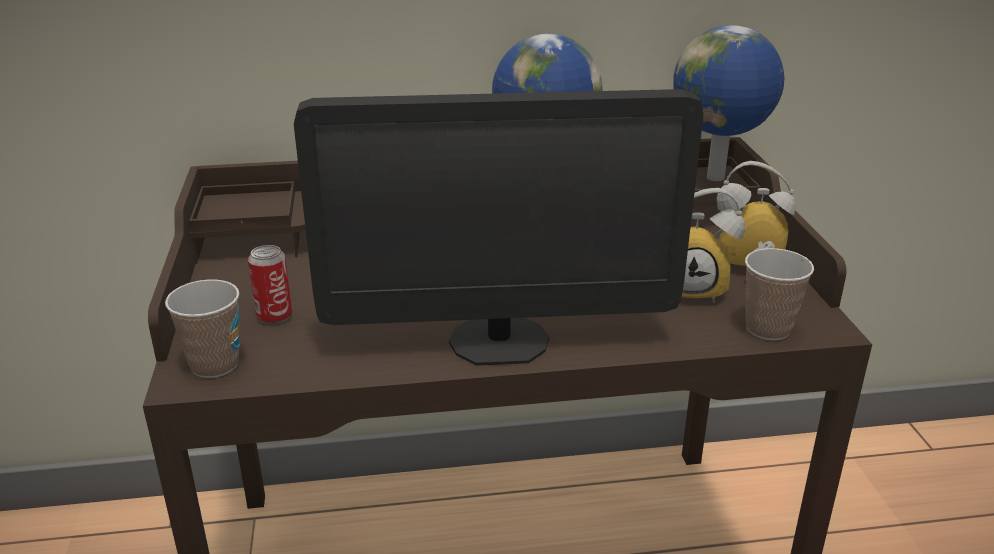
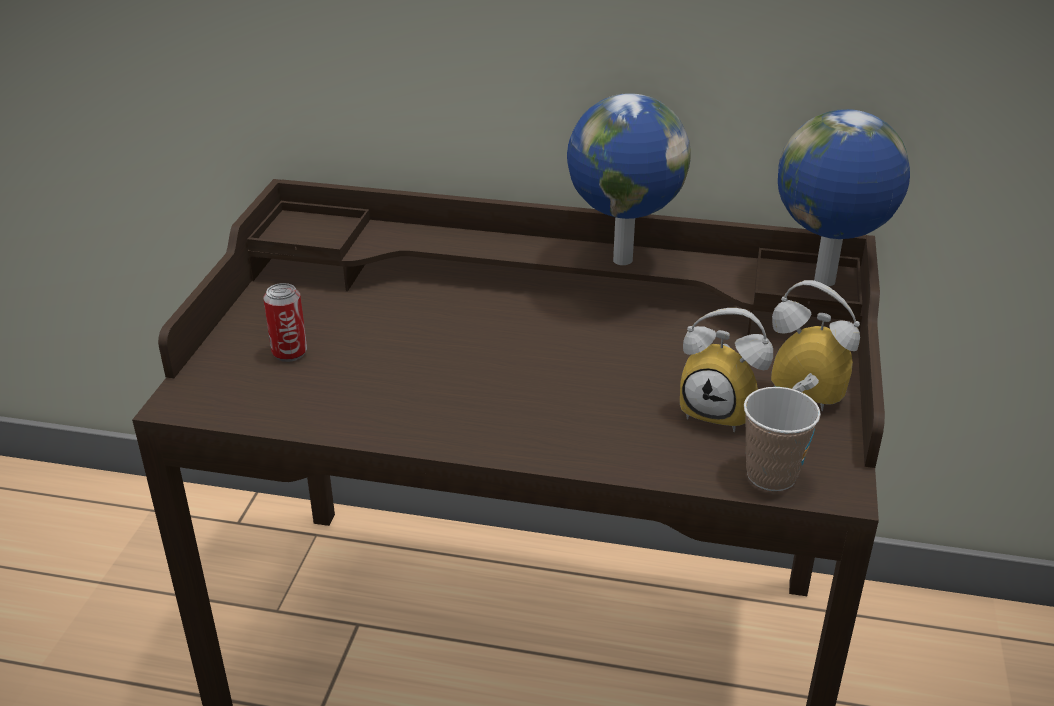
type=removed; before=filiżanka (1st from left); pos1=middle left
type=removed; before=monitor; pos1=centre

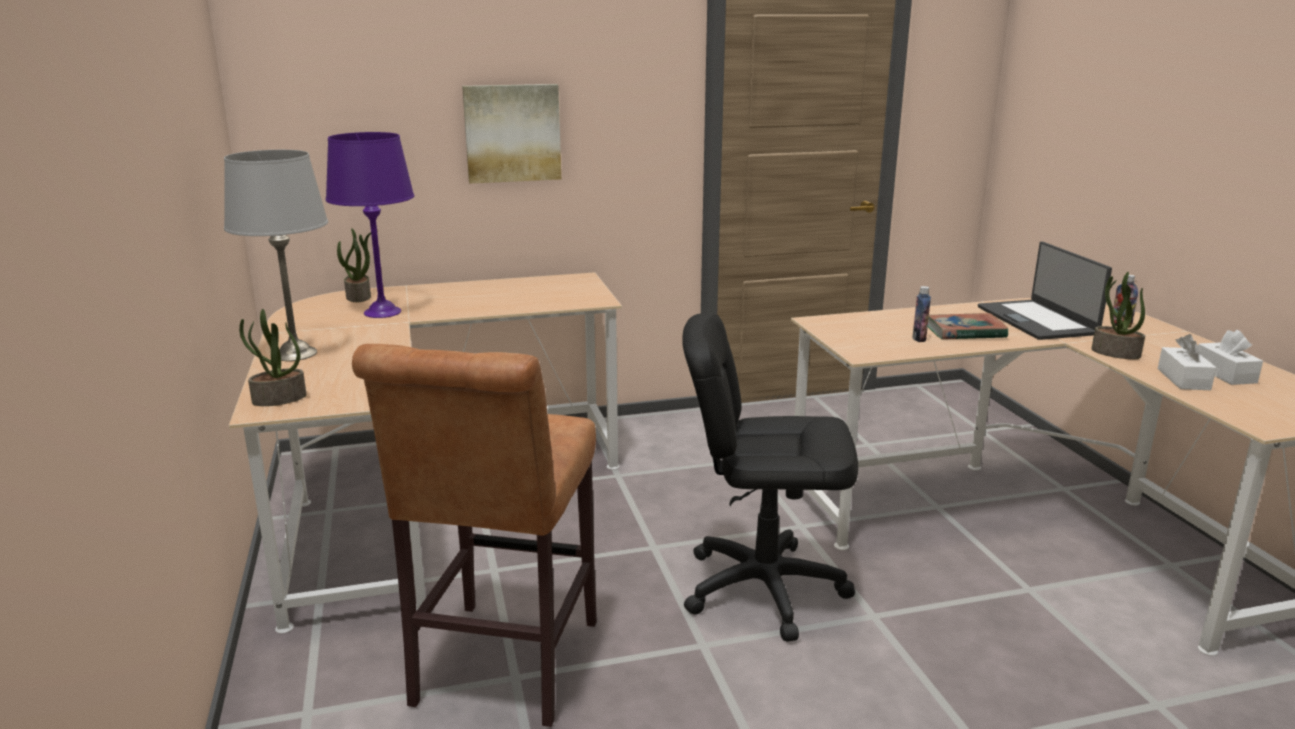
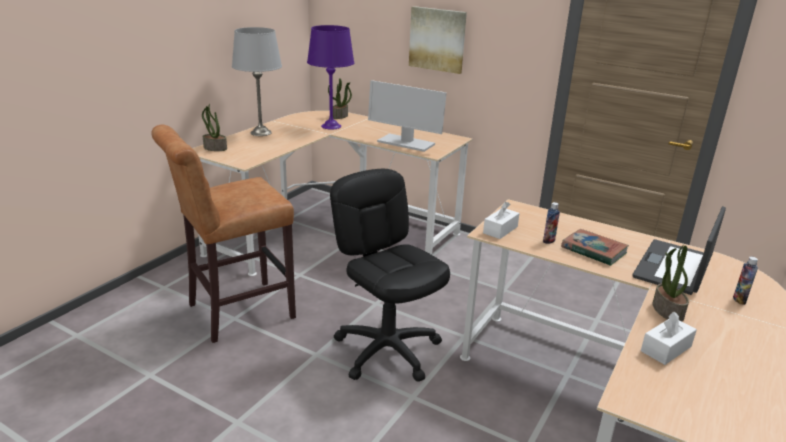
type=moved; before=pudełko chusteczek [biały] (2nd from left in the first image); after=pudełko chusteczek [biały] (1st from left); pos1=middle right; pos2=centre
type=added; after=monitor; pos2=top centre

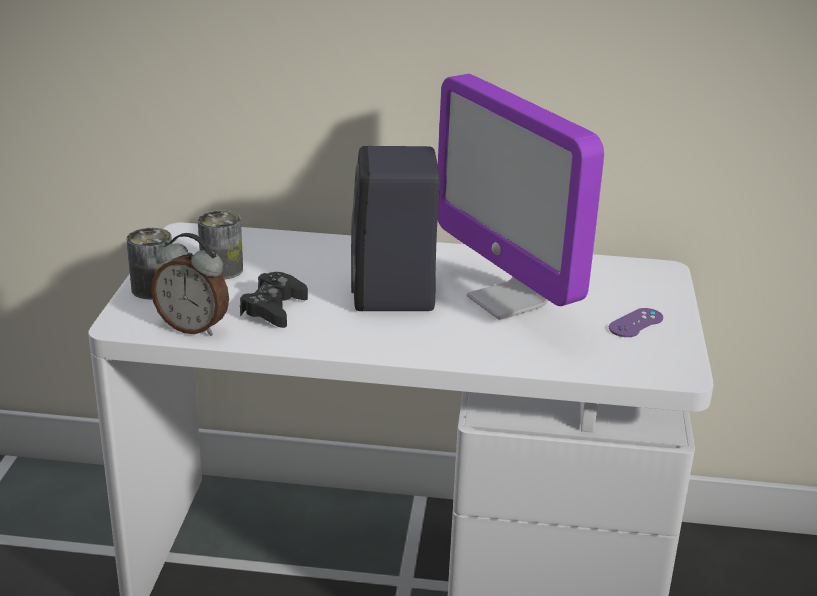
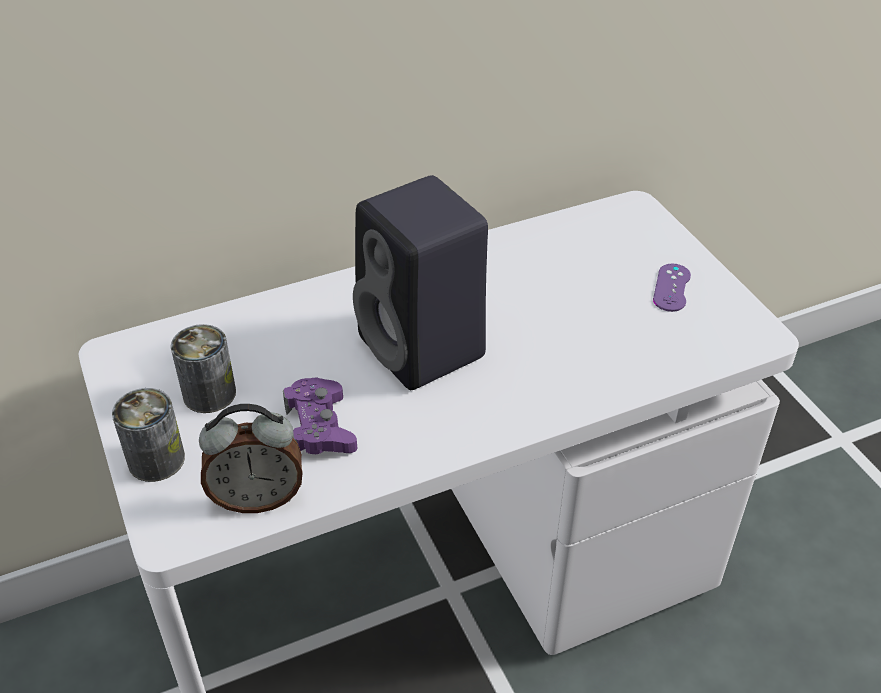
type=recoloured; before=pad do gier [czarny]; after=pad do gier [fioletowy] (1st from left); pos1=centre; pos2=centre
type=removed; before=monitor; pos1=top centre

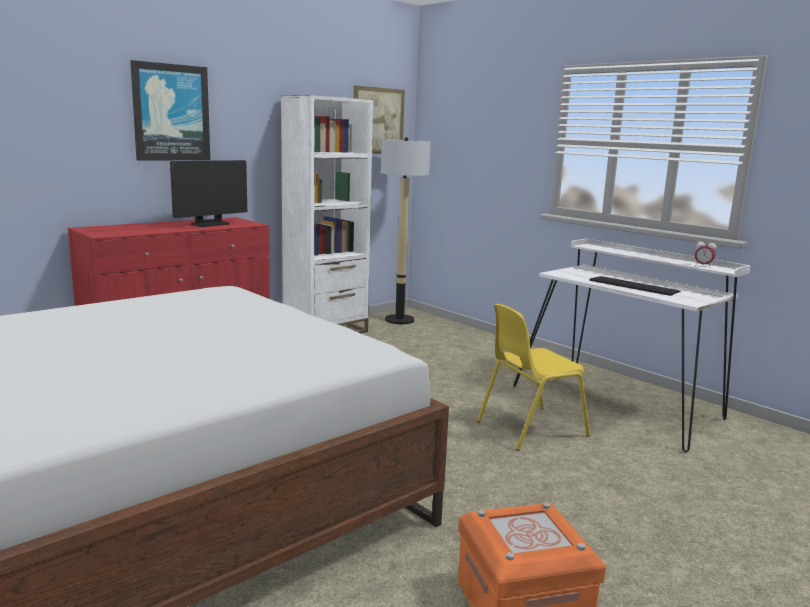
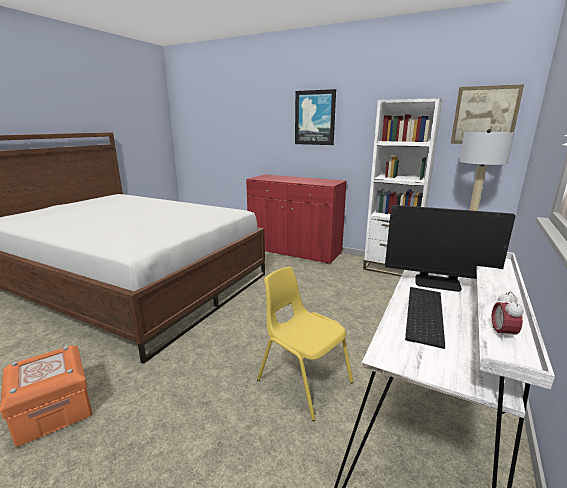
type=moved; before=monitor; pos1=top left; pos2=middle right

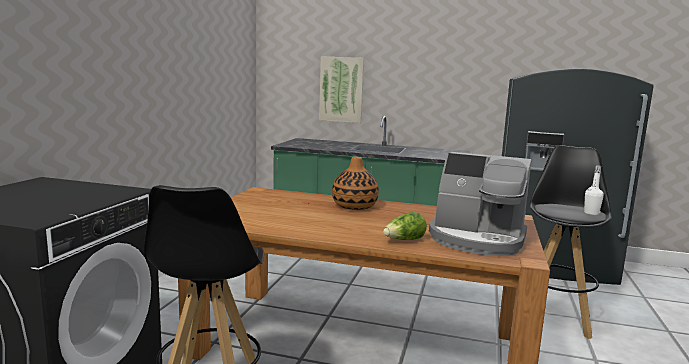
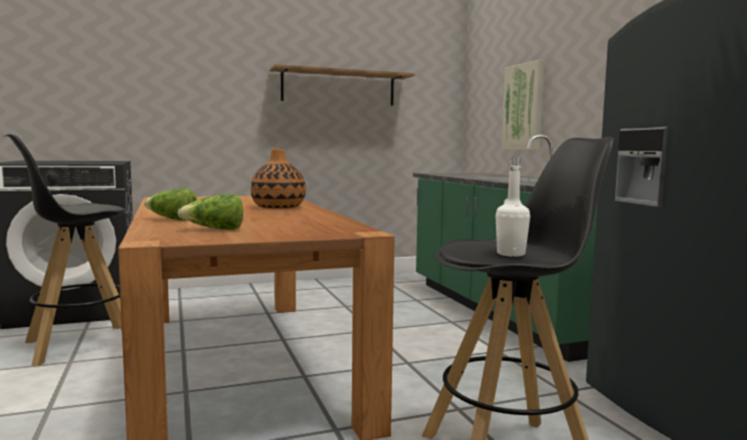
type=replaced; before=ekspres do kawy; after=sałata (2nd from left); pos1=middle right; pos2=middle left
type=added; after=półka; pos2=top centre

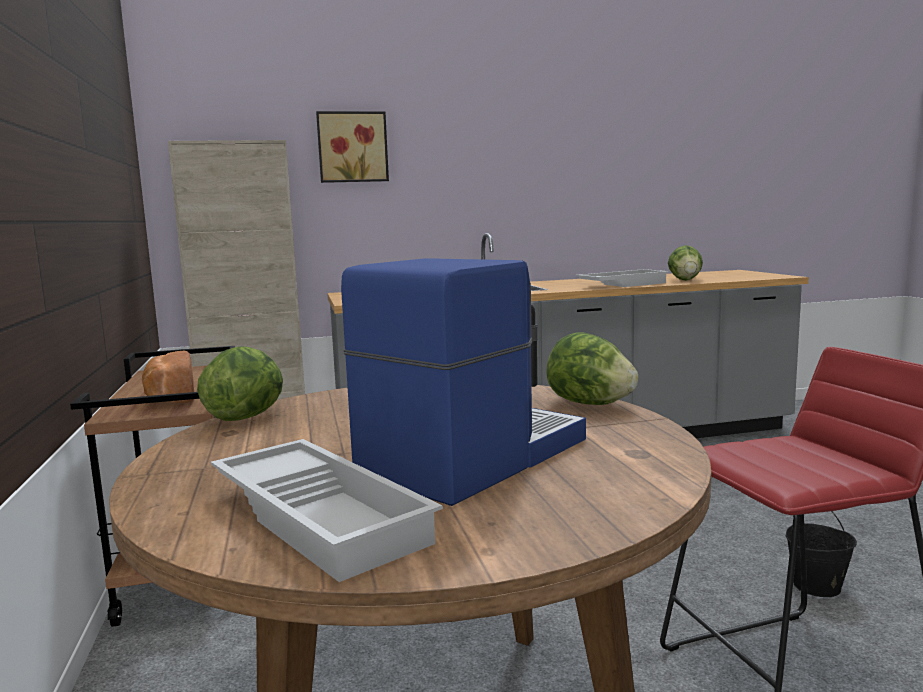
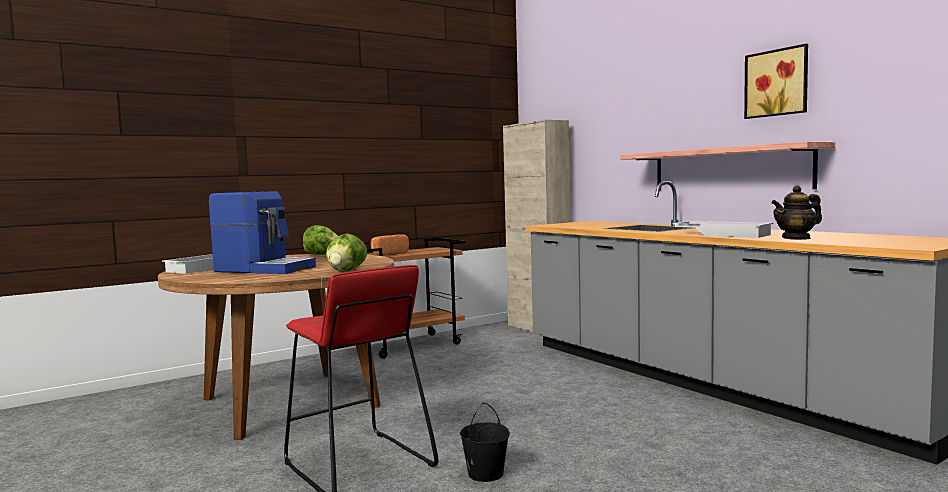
type=moved; before=obraz; pos1=top centre; pos2=top right
type=replaced; before=sałata (3rd from left); after=imbryk; pos1=middle right; pos2=middle right
type=added; after=półka; pos2=middle right

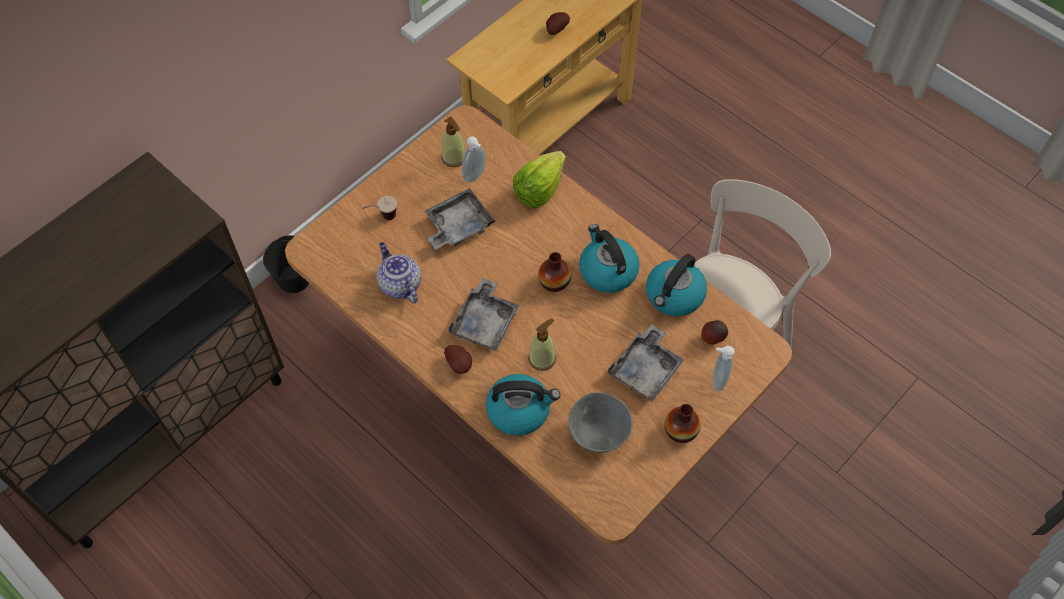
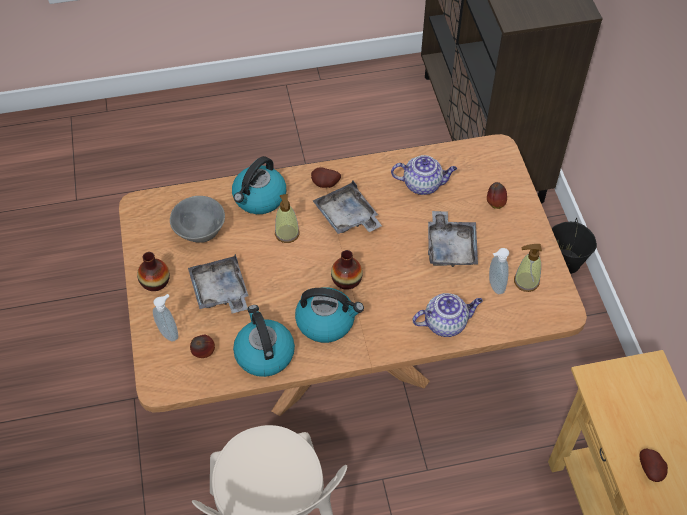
type=replaced; before=filiżanka; after=jabłko (2nd from left); pos1=centre; pos2=middle right
type=replaced; before=sałata; after=imbryk (2nd from left); pos1=top centre; pos2=centre

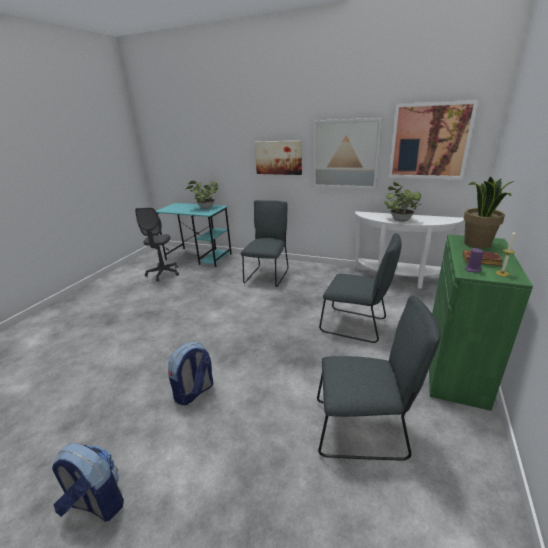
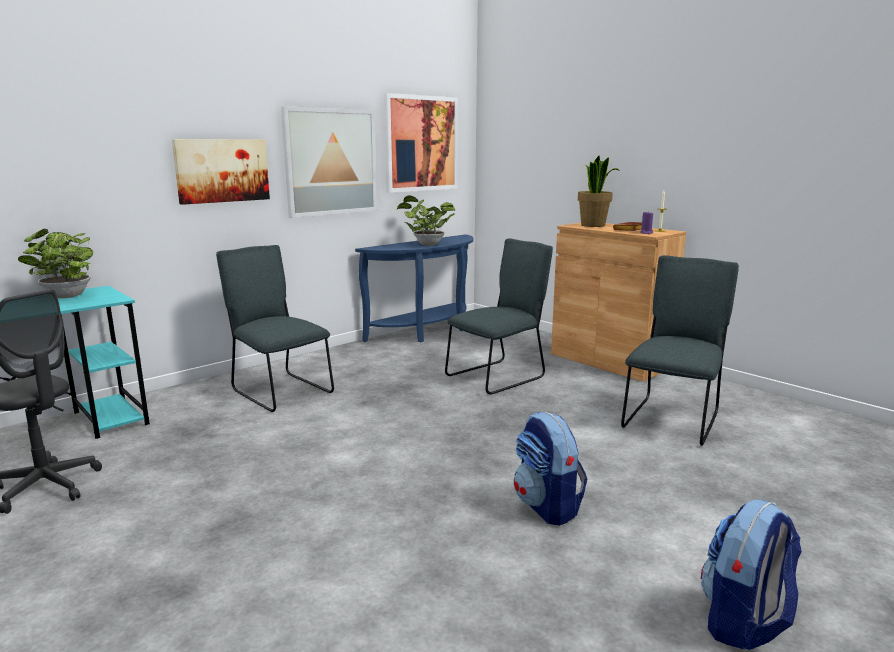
type=recoloured; before=stolik konsolowy [biały]; after=stolik konsolowy [niebieski]; pos1=middle right; pos2=centre
type=recoloured; before=szafka [zielony]; after=szafka [brązowy]; pos1=middle right; pos2=middle right

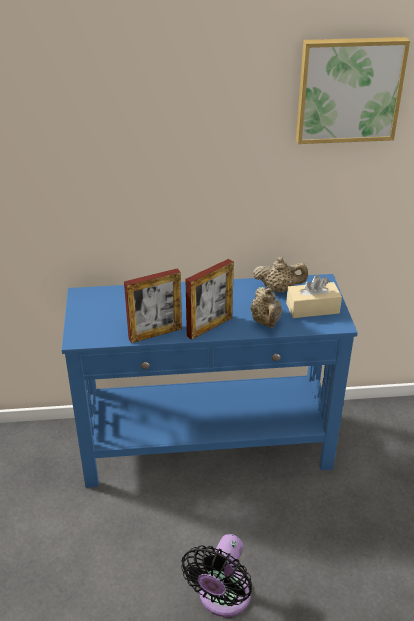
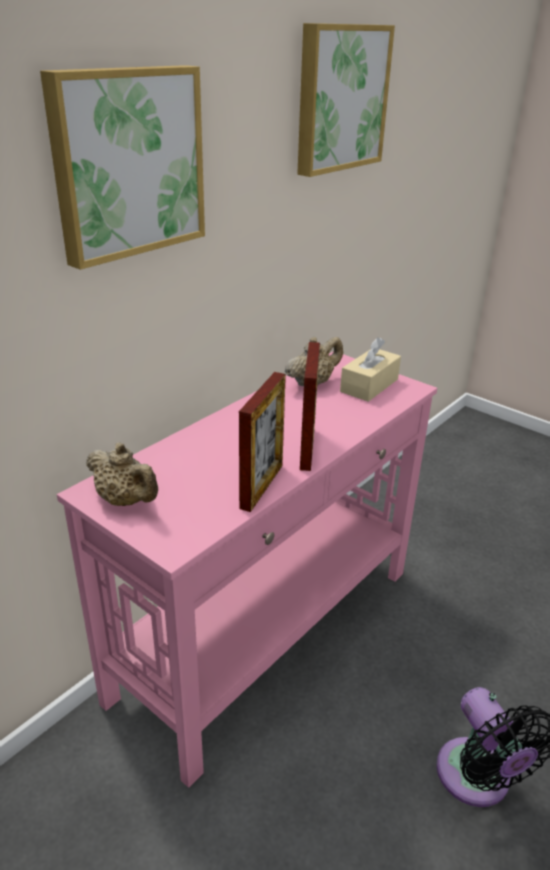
type=recoloured; before=stolik konsolowy [niebieski]; after=stolik konsolowy [różowy]; pos1=centre; pos2=centre
type=moved; before=imbryk [beżowy] (1st from left); pos1=centre; pos2=middle left
type=added; after=obraz (1st from left); pos2=top left

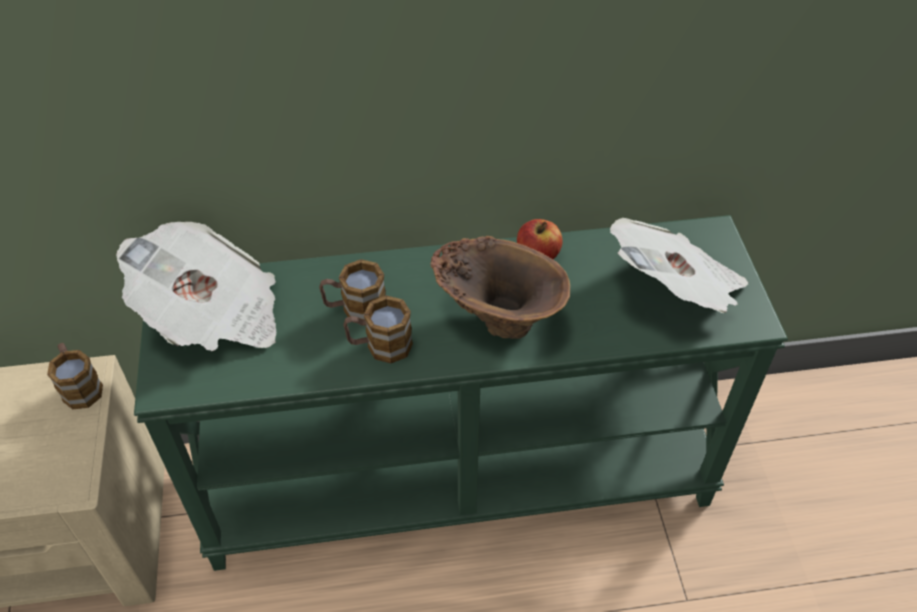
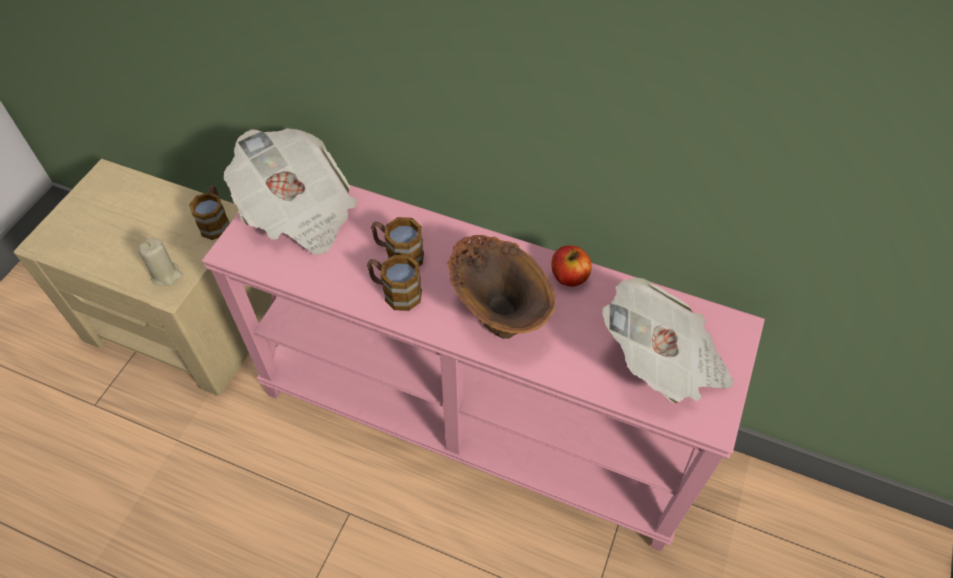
type=recoloured; before=stolik konsolowy [zielony]; after=stolik konsolowy [różowy]; pos1=centre; pos2=centre
type=added; after=świeca [beżowy]; pos2=middle left

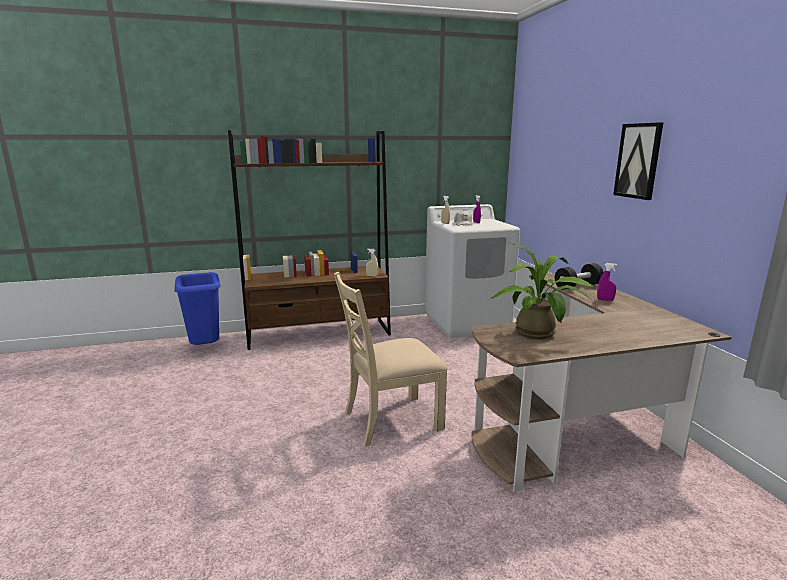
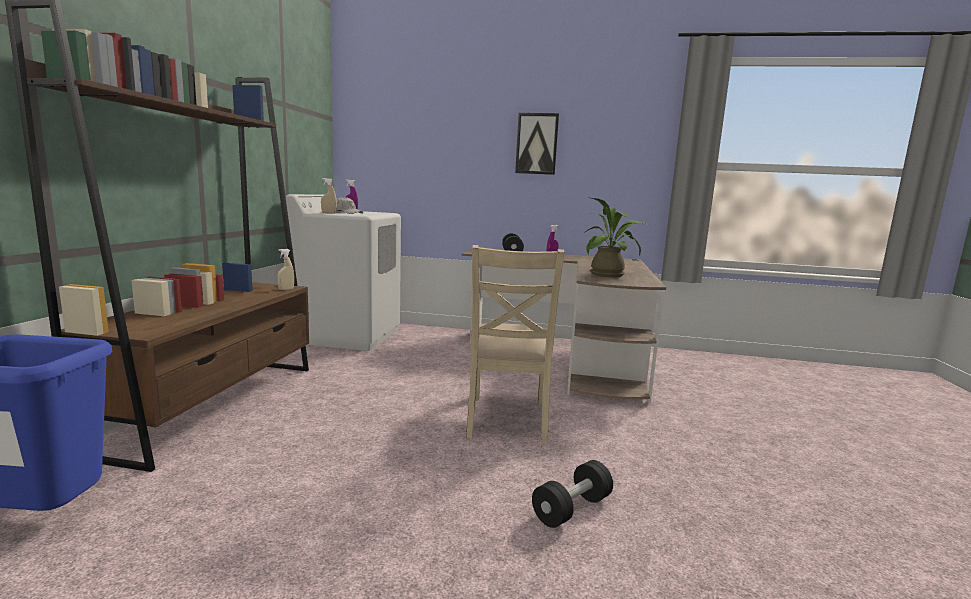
type=added; after=hantel [czarny] (2nd from left); pos2=bottom centre

